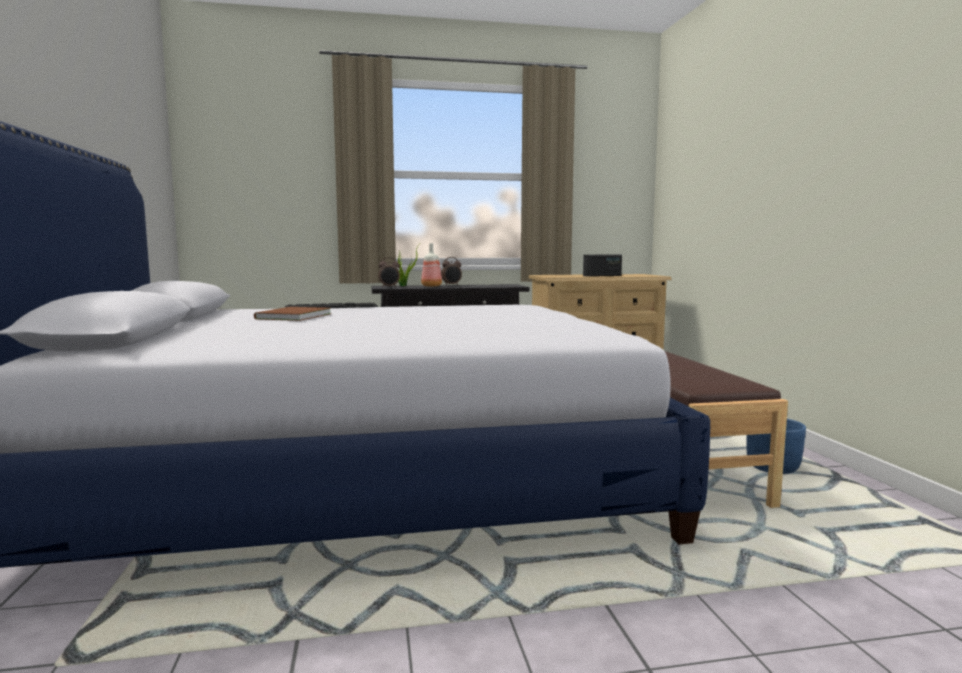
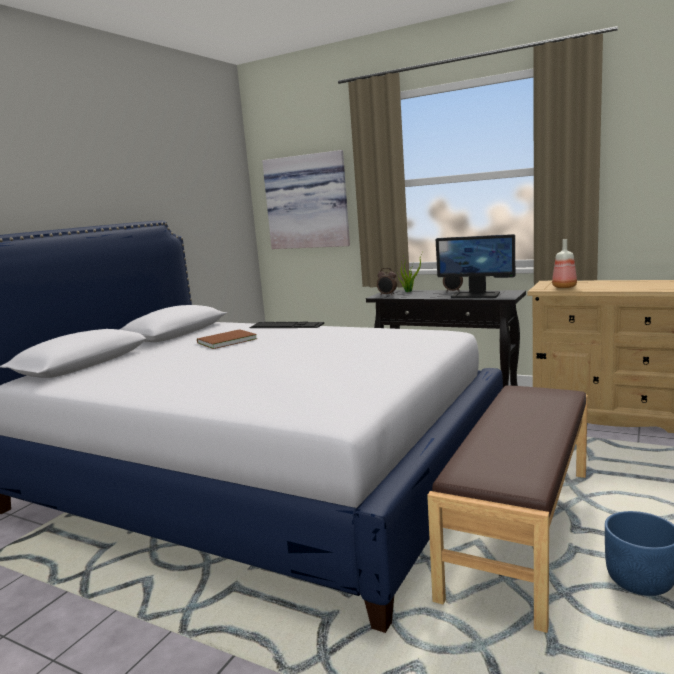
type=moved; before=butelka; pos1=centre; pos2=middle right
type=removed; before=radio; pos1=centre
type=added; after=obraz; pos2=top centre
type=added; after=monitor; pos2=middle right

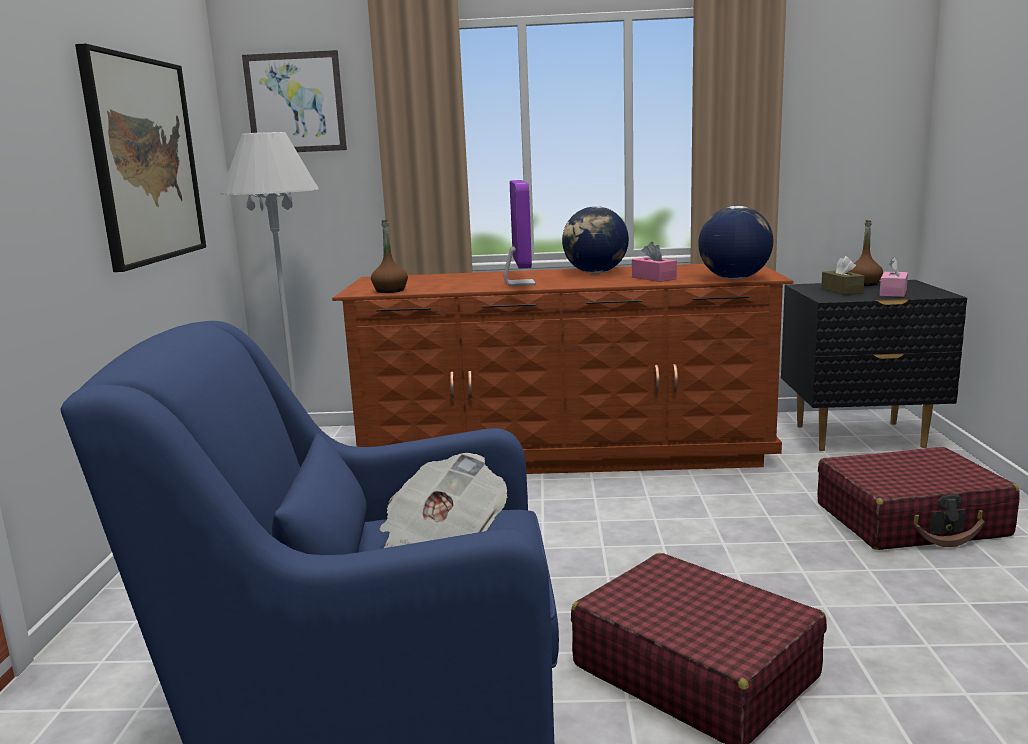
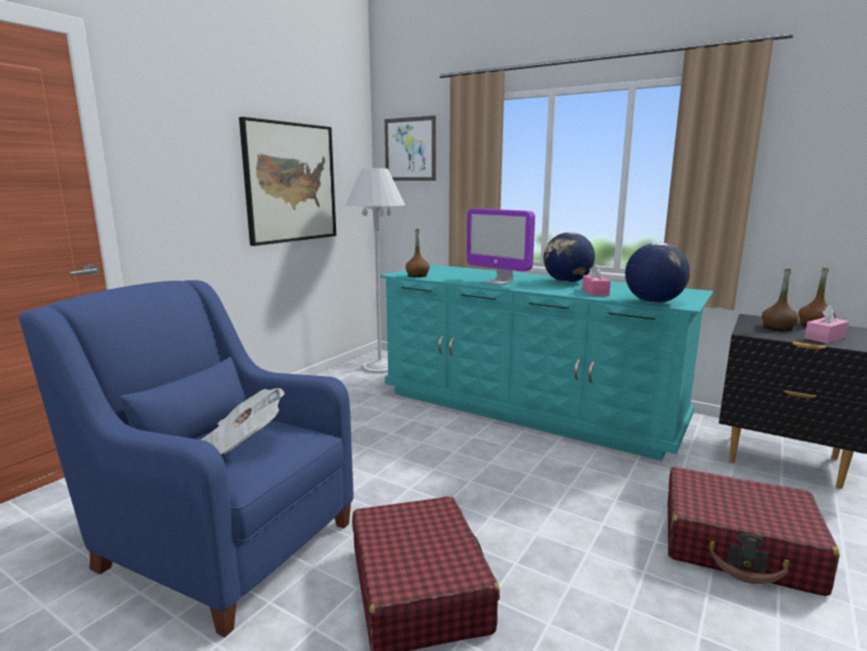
type=recoloured; before=komoda [brązowy]; after=komoda [turkusowy]; pos1=centre; pos2=centre
type=turned; before=monitor; pos1=top centre; pos2=centre; turn=105
type=replaced; before=pudełko chusteczek [brązowy]; after=butelka [brązowy] (2nd from left); pos1=middle right; pos2=middle right

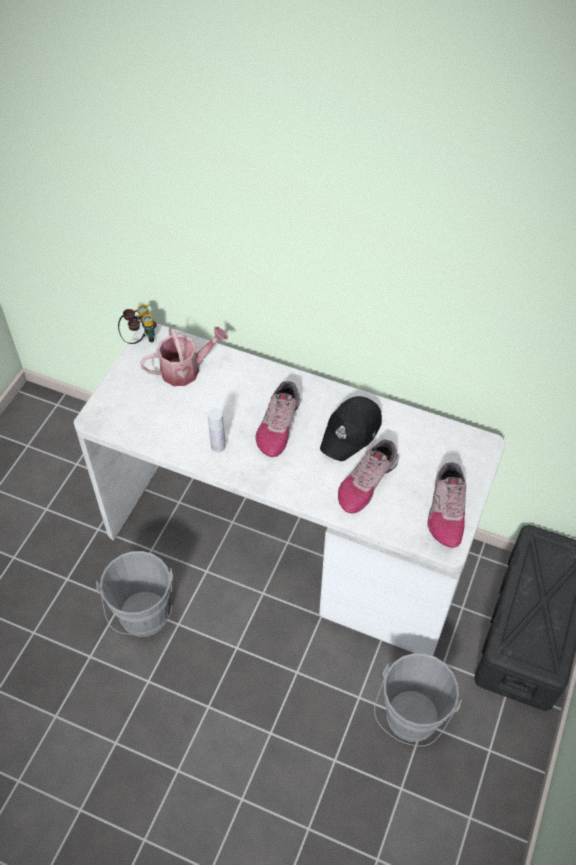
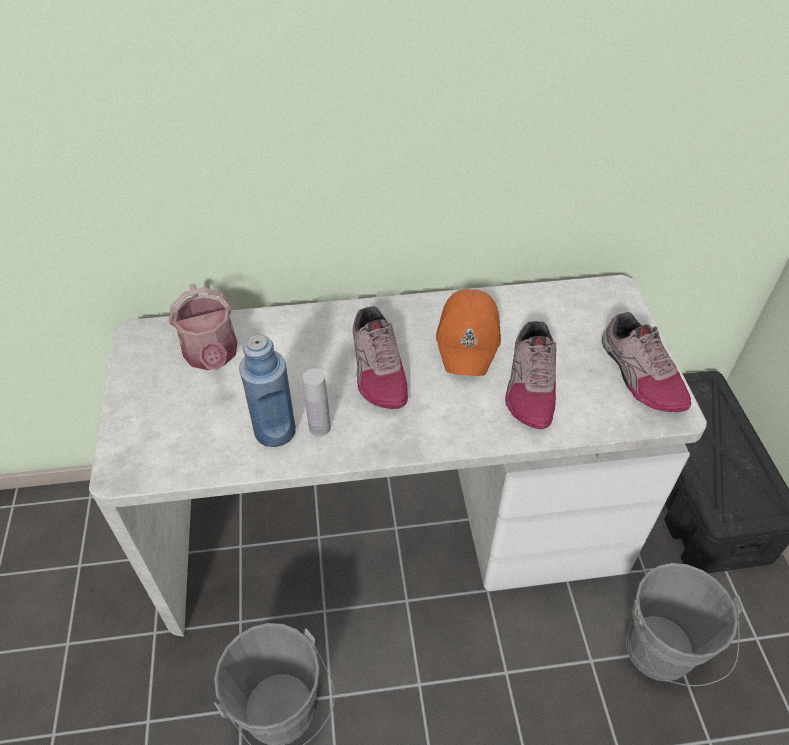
type=removed; before=lornetka; pos1=middle left
type=turned; before=konewka; pos1=middle left; pos2=middle left; turn=120
type=recoloured; before=czapka z daszkiem [czarny]; after=czapka z daszkiem [pomarańczowy]; pos1=centre; pos2=centre
type=added; after=butelka [niebieski]; pos2=centre

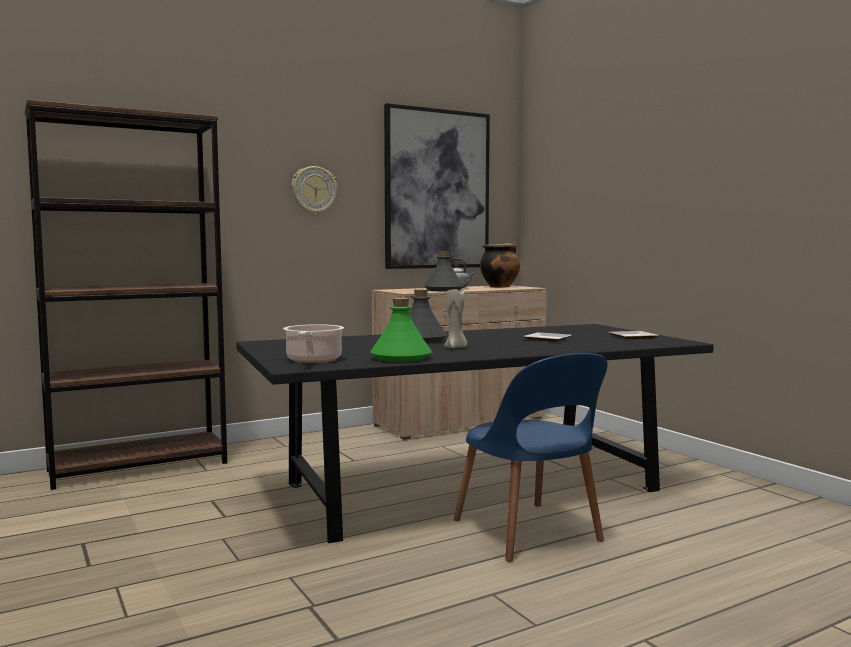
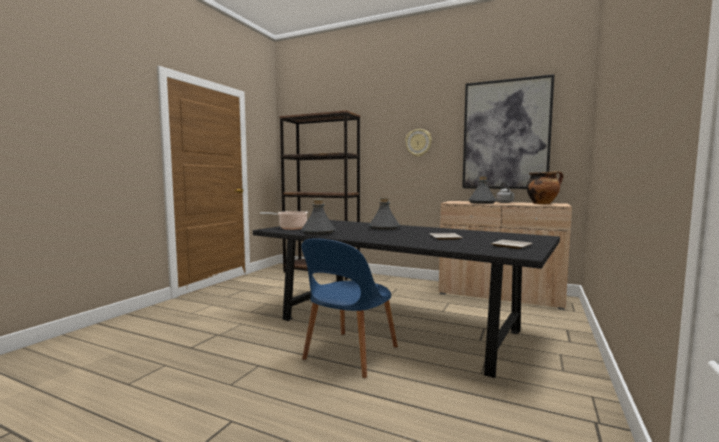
type=recoloured; before=butelka [zielony]; after=butelka [szary] (1st from left); pos1=centre; pos2=centre
type=removed; before=świeca [beżowy]; pos1=centre

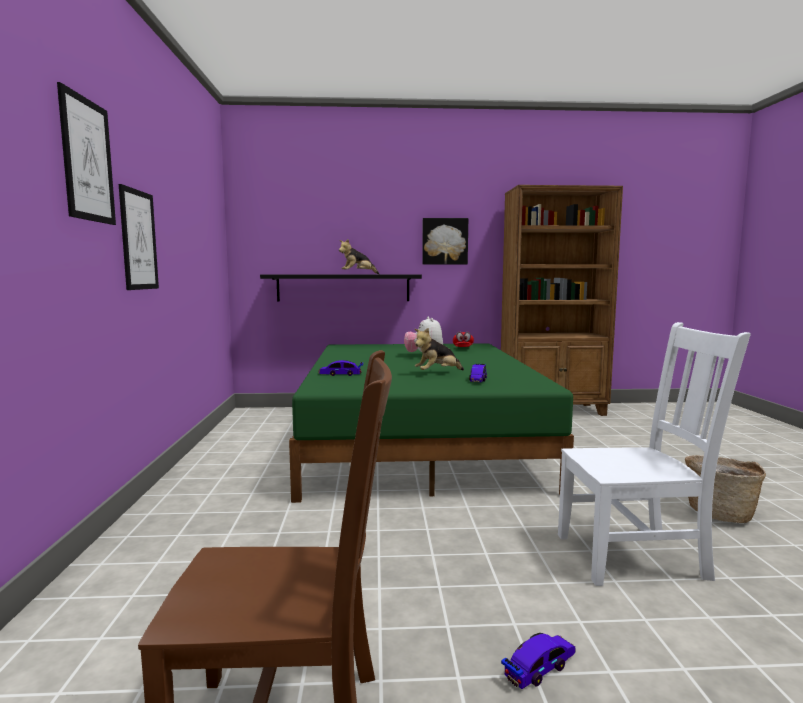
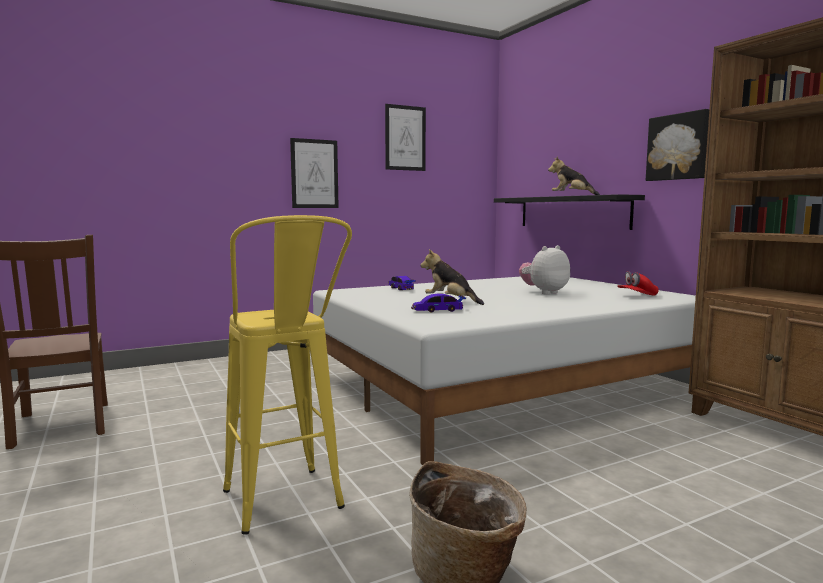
type=moved; before=obraz (1st from left in the first image); after=obraz (2nd from left); pos1=top left; pos2=top centre
type=recoloured; before=łóżko [zielony]; after=łóżko [biały]; pos1=centre; pos2=centre
type=removed; before=samochodzik (3rd from left); pos1=bottom right
type=replaced; before=krzesło [biały]; after=stołek [żółty]; pos1=middle right; pos2=centre

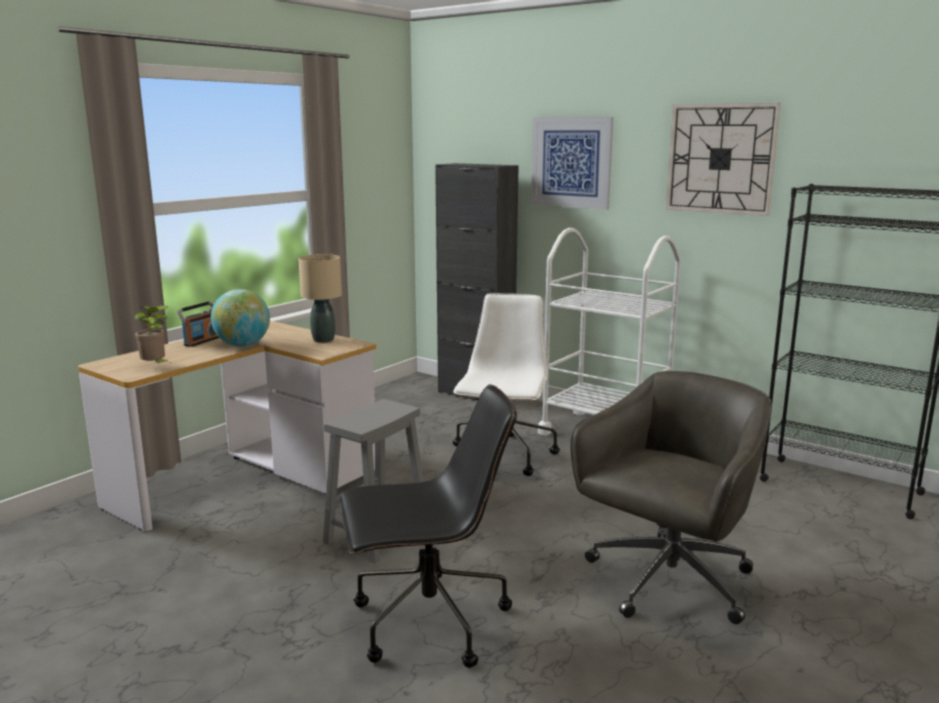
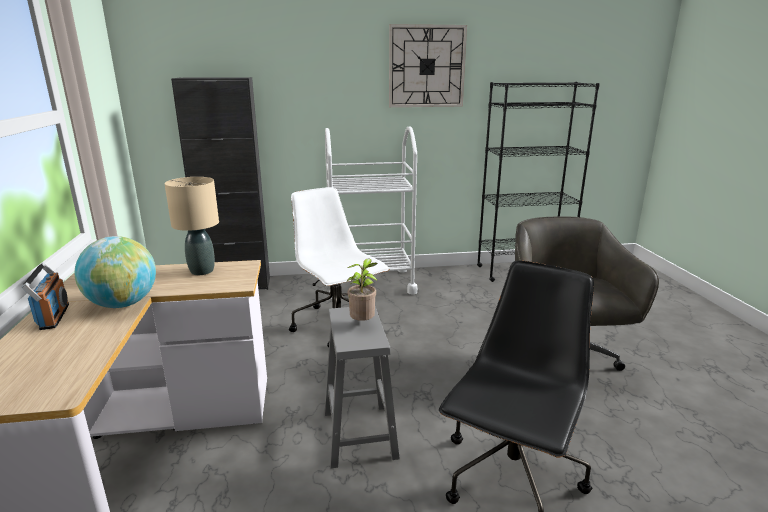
type=moved; before=roślina doniczkowa; pos1=middle left; pos2=centre
type=removed; before=obraz; pos1=top centre

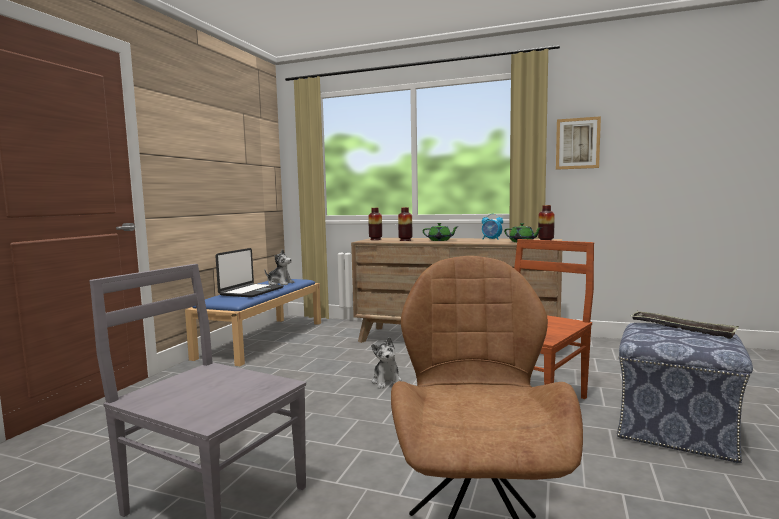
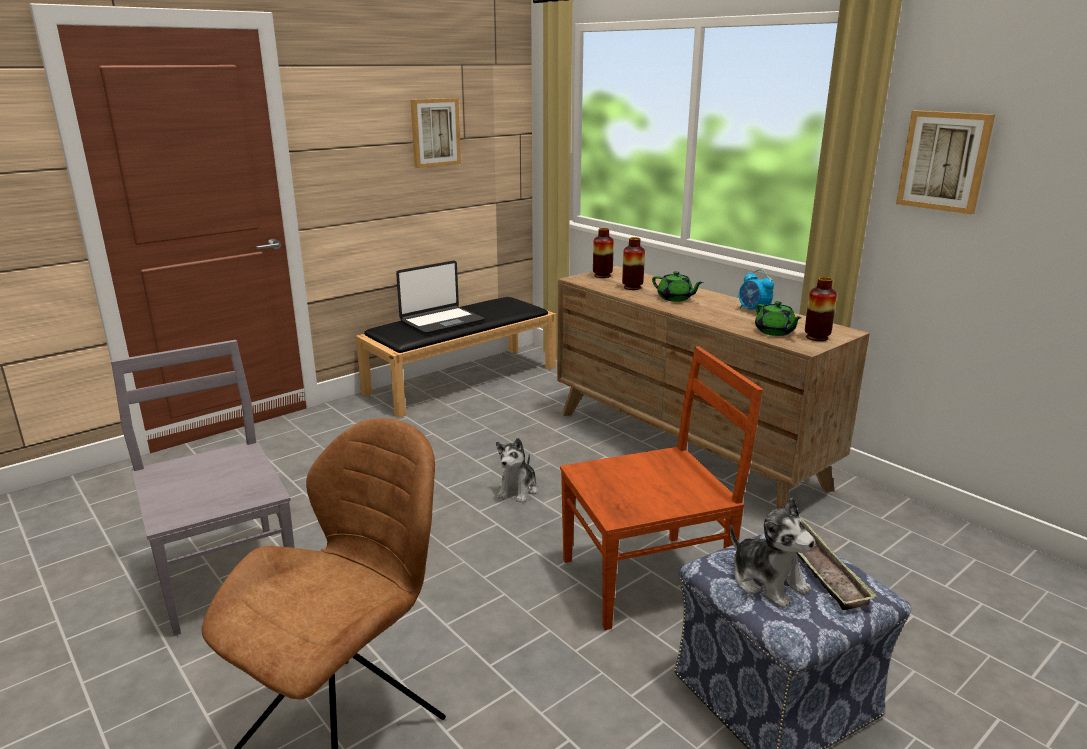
type=recoloured; before=ławka [niebieski]; after=ławka [czarny]; pos1=middle left; pos2=centre
type=moved; before=pluszak (1st from left in the first image); after=pluszak (2nd from left); pos1=centre; pos2=bottom right
type=added; after=obraz (1st from left); pos2=top centre

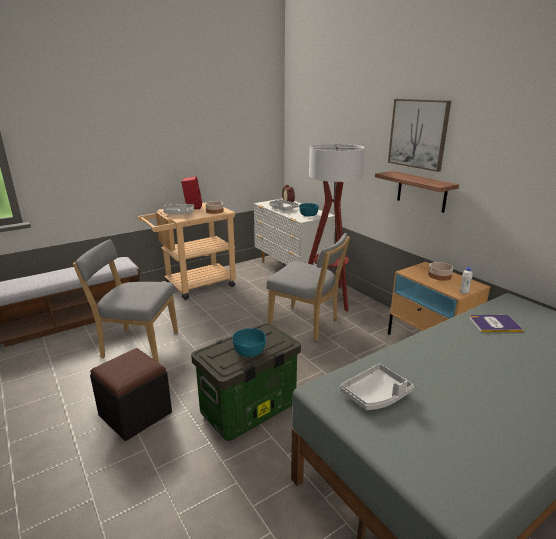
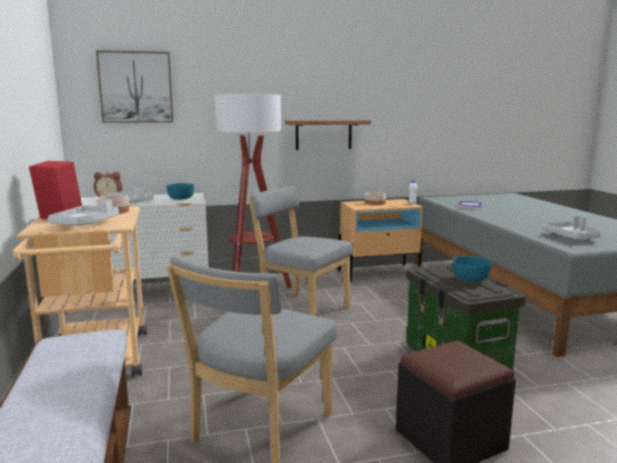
type=turned; before=krzesło [szary] (2nd from left); pos1=centre; pos2=centre; turn=-105
type=moved; before=obraz; pos1=top right; pos2=top left

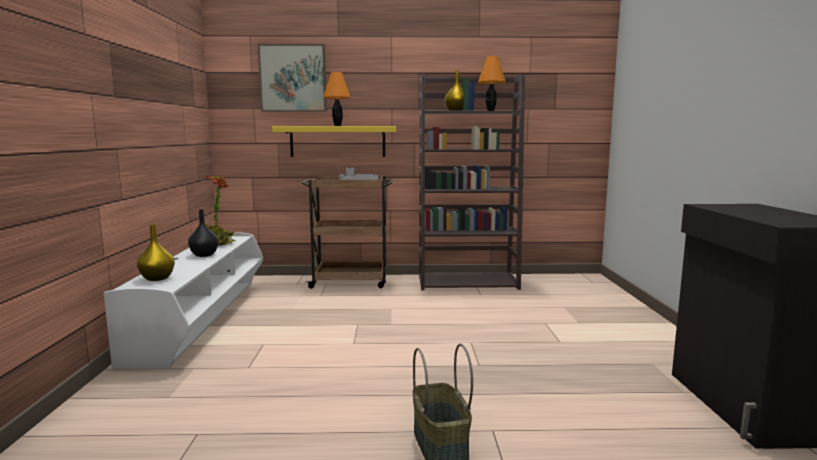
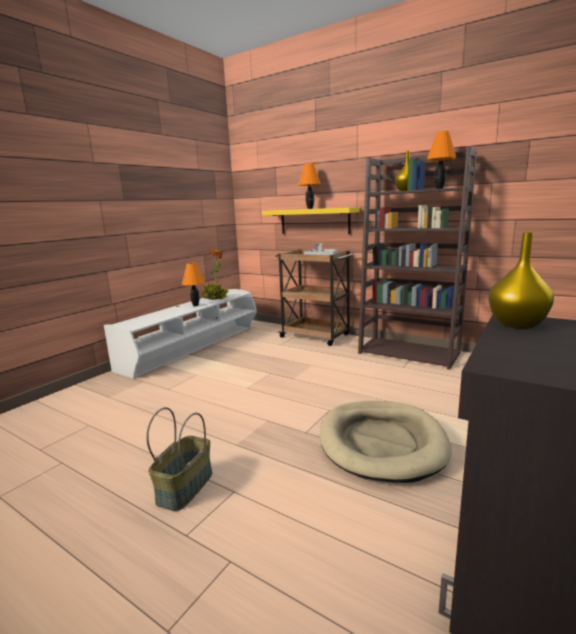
type=moved; before=wazon [żółty] (1st from left in the first image); after=wazon [żółty] (2nd from left); pos1=middle left; pos2=middle right
type=replaced; before=wazon [czarny]; after=lampa stołowa [pomarańczowy] (1st from left); pos1=middle left; pos2=centre
type=removed; before=obraz; pos1=top centre
type=added; after=legowisko [beżowy]; pos2=bottom right

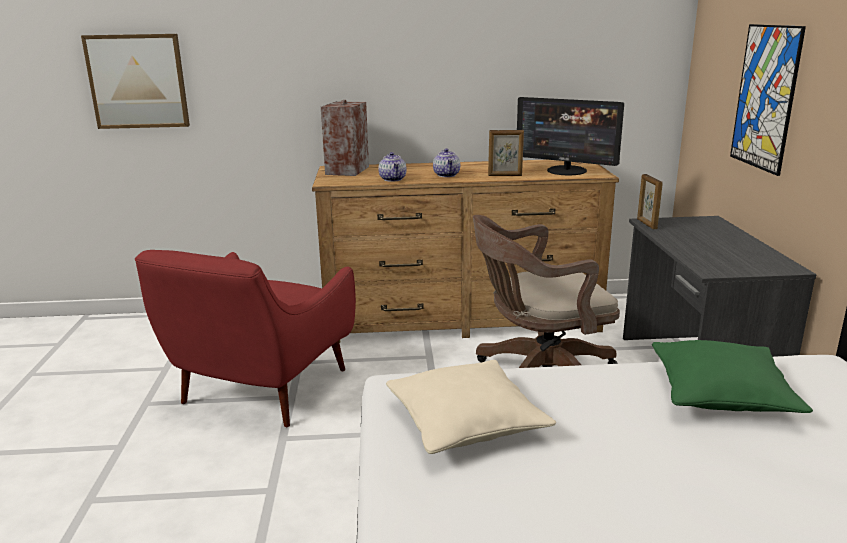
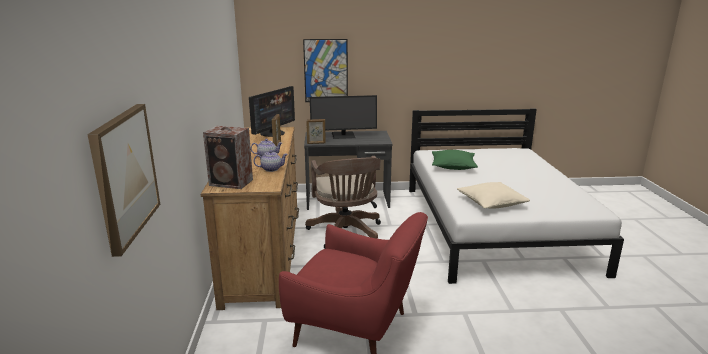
type=added; after=monitor (2nd from left); pos2=top centre

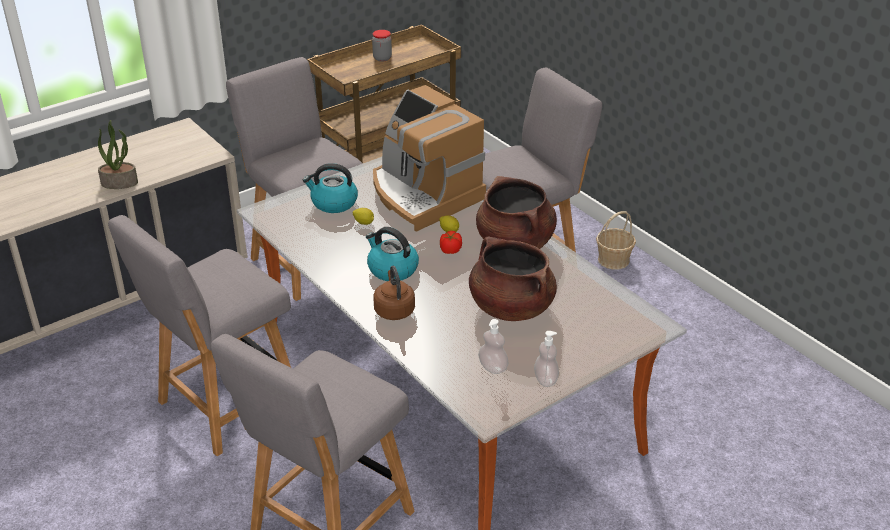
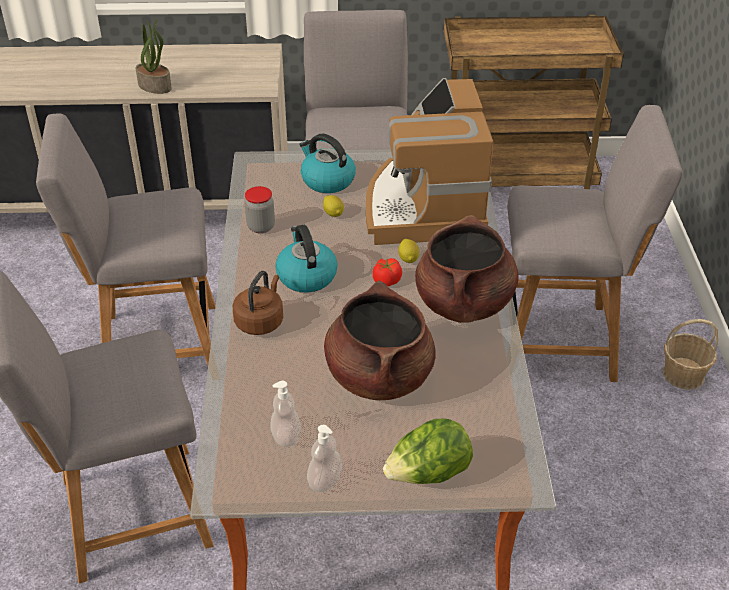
type=moved; before=słoik; pos1=top centre; pos2=centre
type=added; after=sałata; pos2=bottom centre

